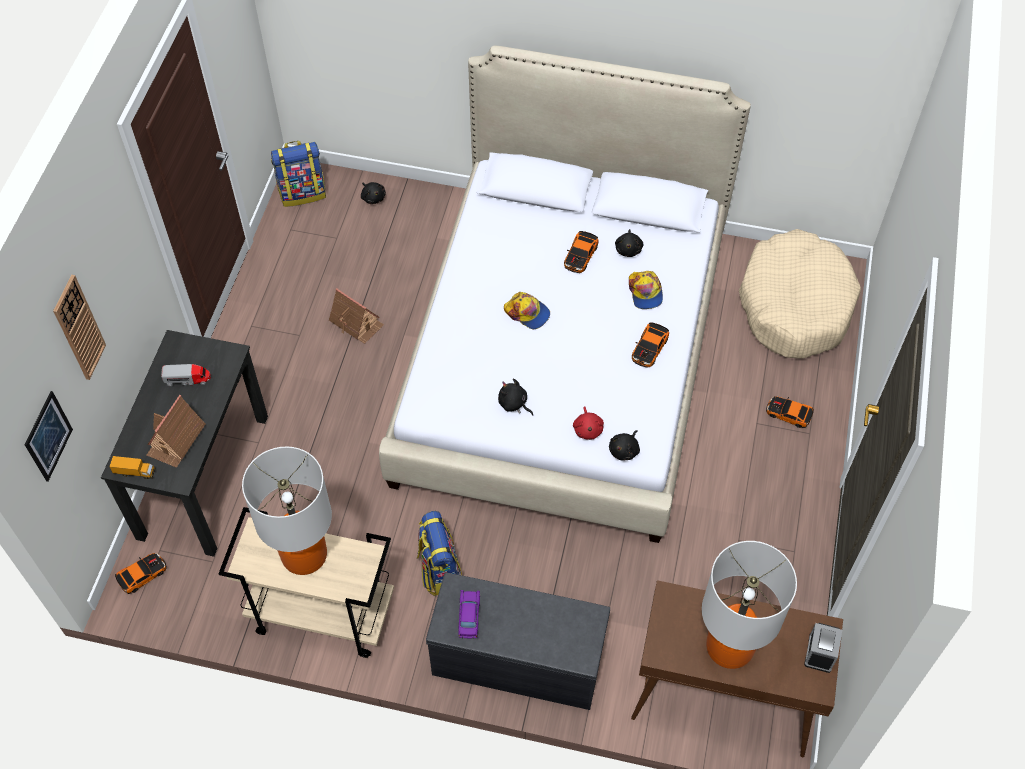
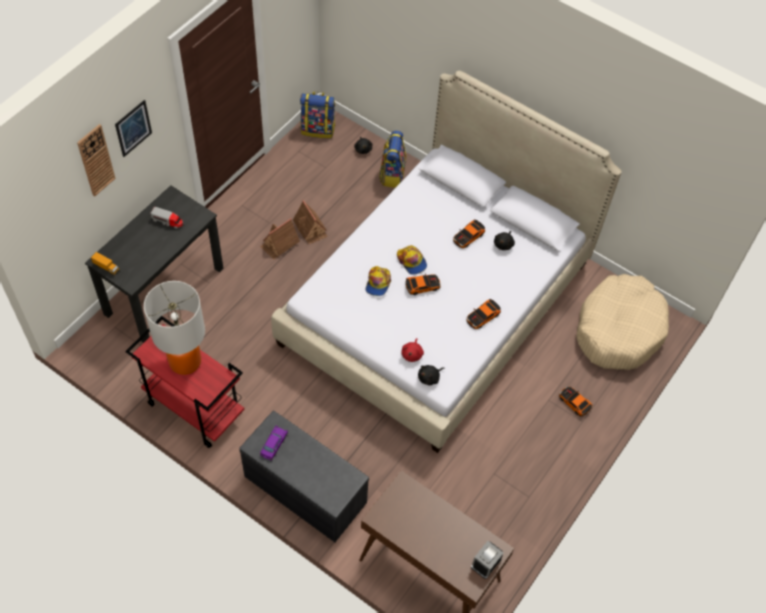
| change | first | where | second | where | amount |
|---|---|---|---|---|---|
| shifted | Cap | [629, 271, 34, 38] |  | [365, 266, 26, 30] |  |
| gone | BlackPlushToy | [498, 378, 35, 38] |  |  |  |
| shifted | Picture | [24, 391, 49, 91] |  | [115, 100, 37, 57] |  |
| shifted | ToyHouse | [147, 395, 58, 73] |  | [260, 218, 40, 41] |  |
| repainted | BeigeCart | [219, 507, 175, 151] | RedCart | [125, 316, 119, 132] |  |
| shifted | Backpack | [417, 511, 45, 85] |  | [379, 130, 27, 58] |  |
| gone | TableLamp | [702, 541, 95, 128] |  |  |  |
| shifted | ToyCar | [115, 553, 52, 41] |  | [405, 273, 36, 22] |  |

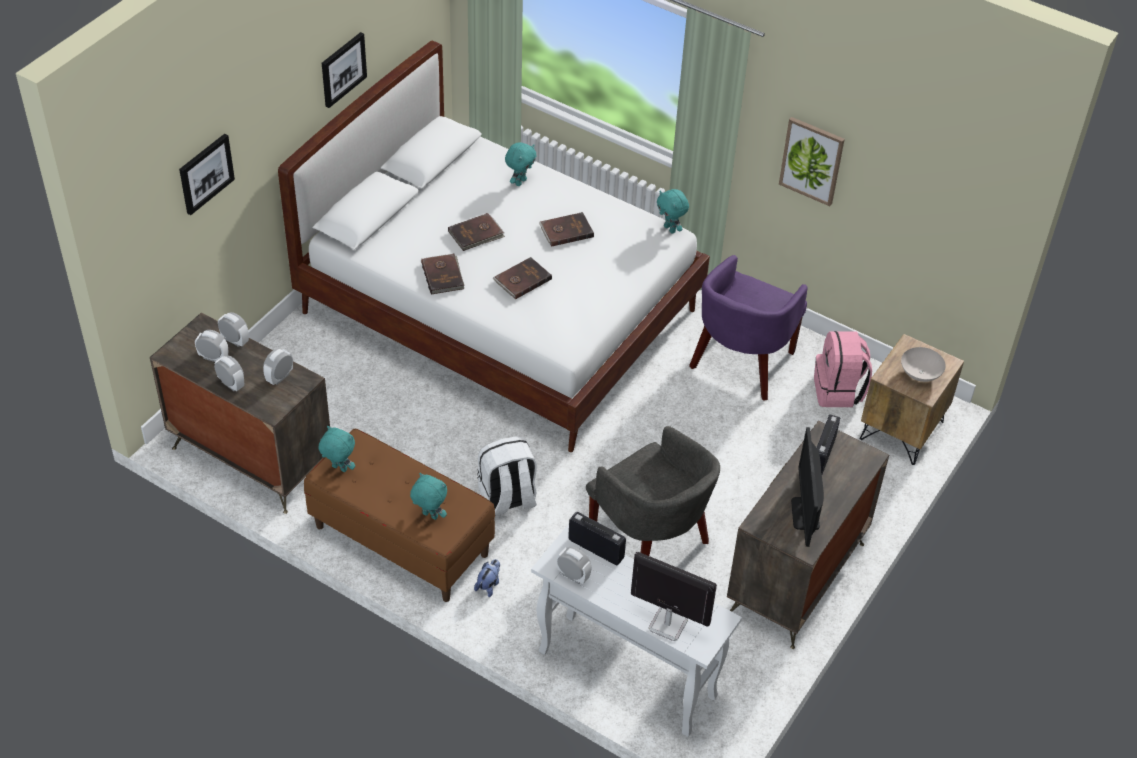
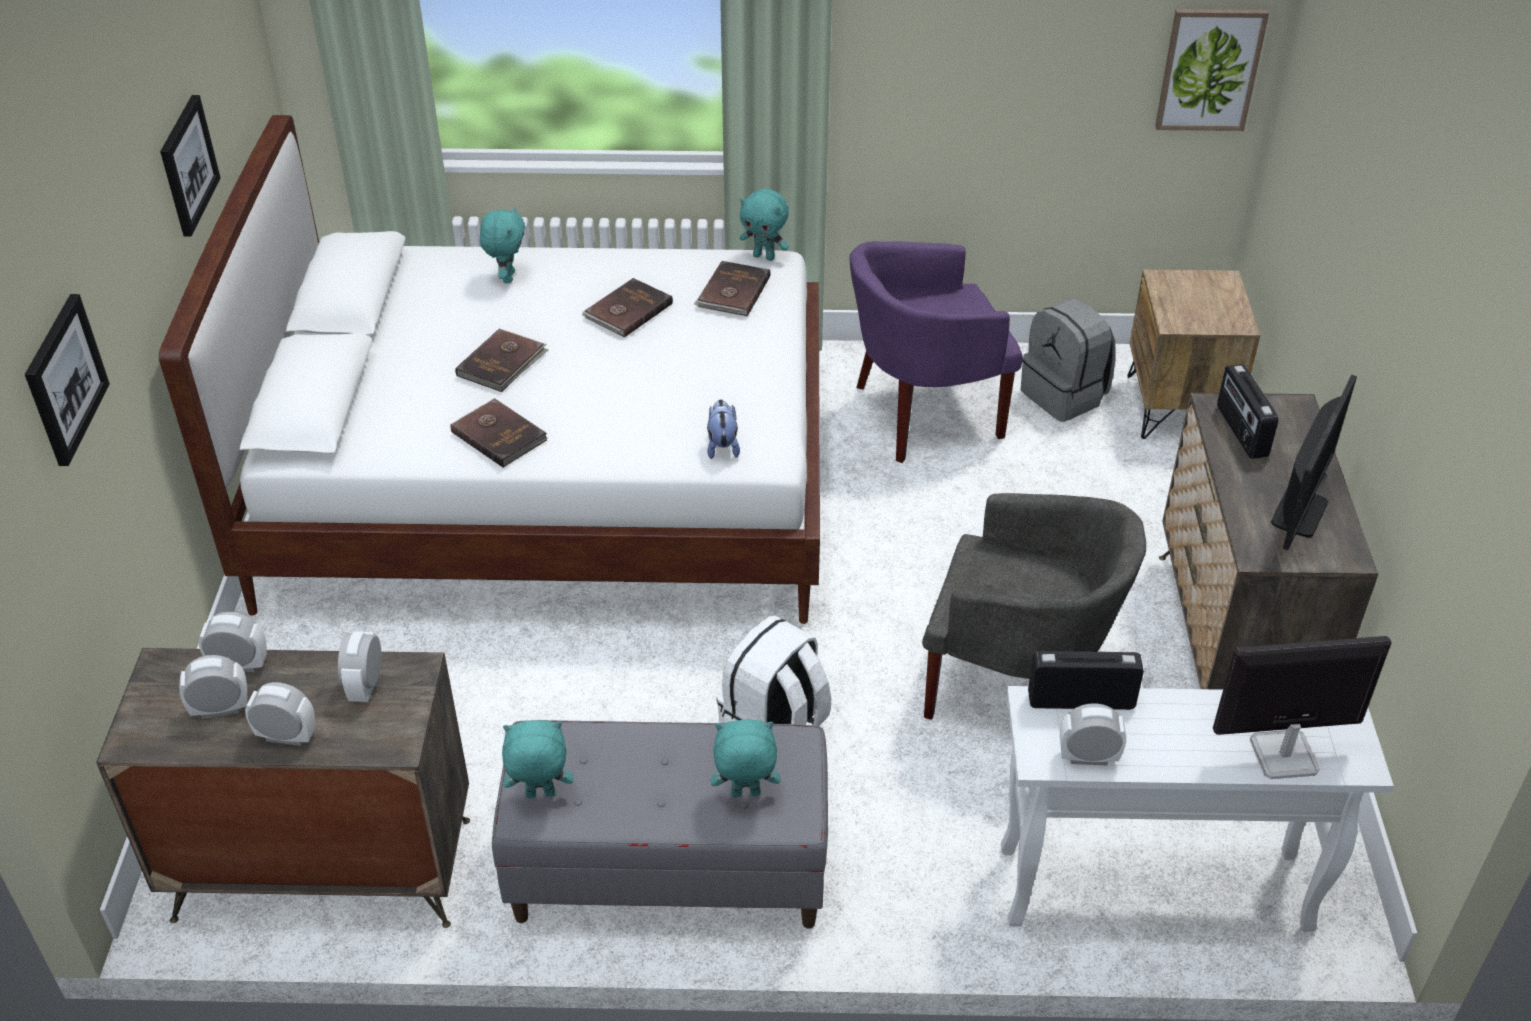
| change | first | where | second | where | amount |
|---|---|---|---|---|---|
| shifted | Picture | [779, 117, 66, 89] |  | [1155, 9, 114, 122] |  |
| rotated | PurpleArmchair | [689, 255, 119, 146] |  | [849, 241, 174, 222] | 75 degrees clockwise |
| shifted | BrownBook | [493, 257, 59, 42] |  | [694, 261, 77, 55] |  |
| repainted | PinkBackpack | [814, 331, 58, 76] | GreyBackpack | [1021, 298, 94, 124] |  |
| gone | WhiteBowl | [901, 347, 45, 35] |  |  |  |
| rotated | Monitor | [791, 427, 33, 120] |  | [1271, 375, 86, 175] | 120 degrees counterclockwise |
| repainted | BrownBench | [304, 429, 191, 173] | GreyBench | [492, 720, 336, 209] |  |
| shifted | PlushToy | [474, 559, 26, 38] |  | [707, 399, 33, 60] |  |

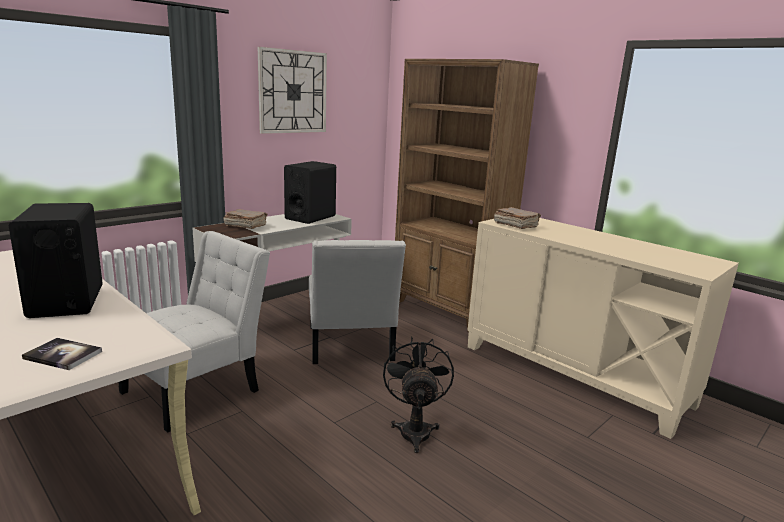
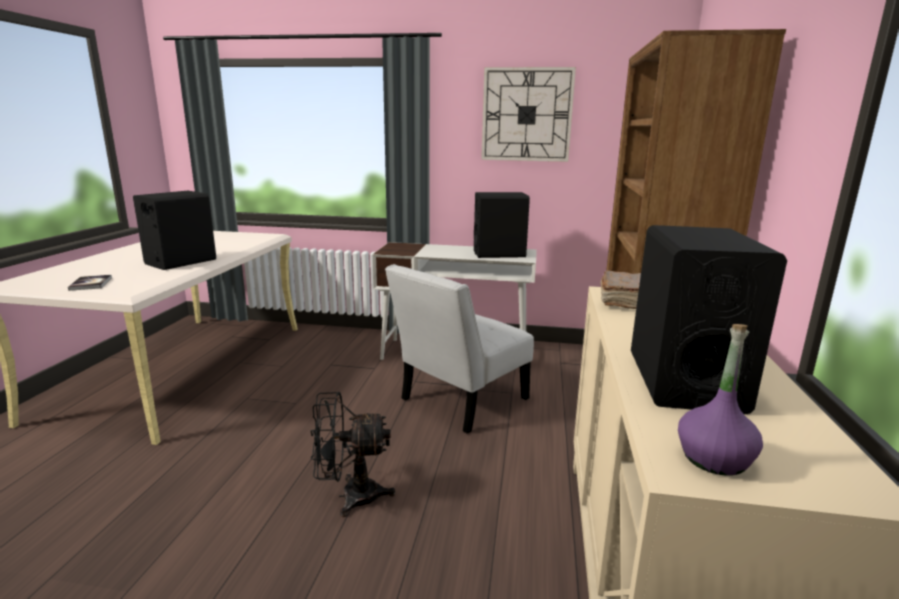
| change | first | where | second | where | amount |
|---|---|---|---|---|---|
| gone | BrownBook | [224, 209, 43, 20] |  |  |  |
| gone | WhiteChair | [119, 231, 151, 202] |  |  |  |
| rotated | BlackFan | [383, 336, 71, 117] |  | [311, 392, 84, 125] | 150 degrees counterclockwise |
| new |  |  | BlackSpeaker | [631, 225, 156, 189] |  |
| new |  |  | PurpleBottle | [678, 324, 85, 152] |  |

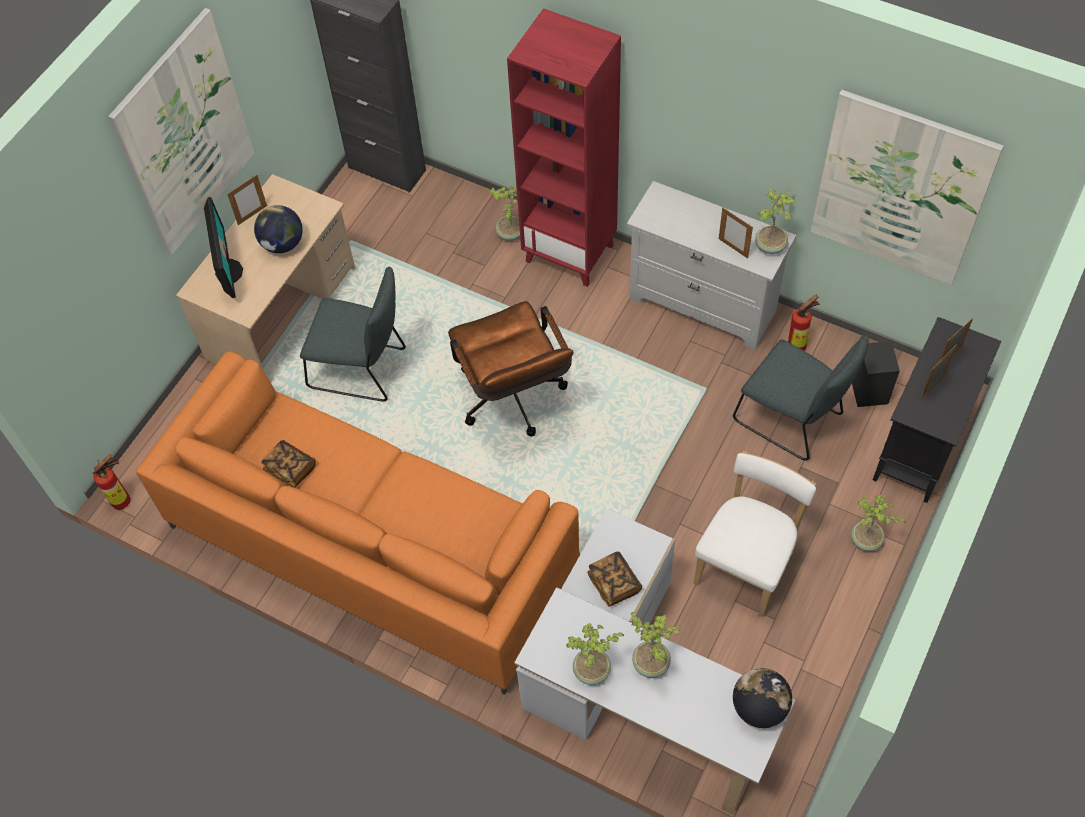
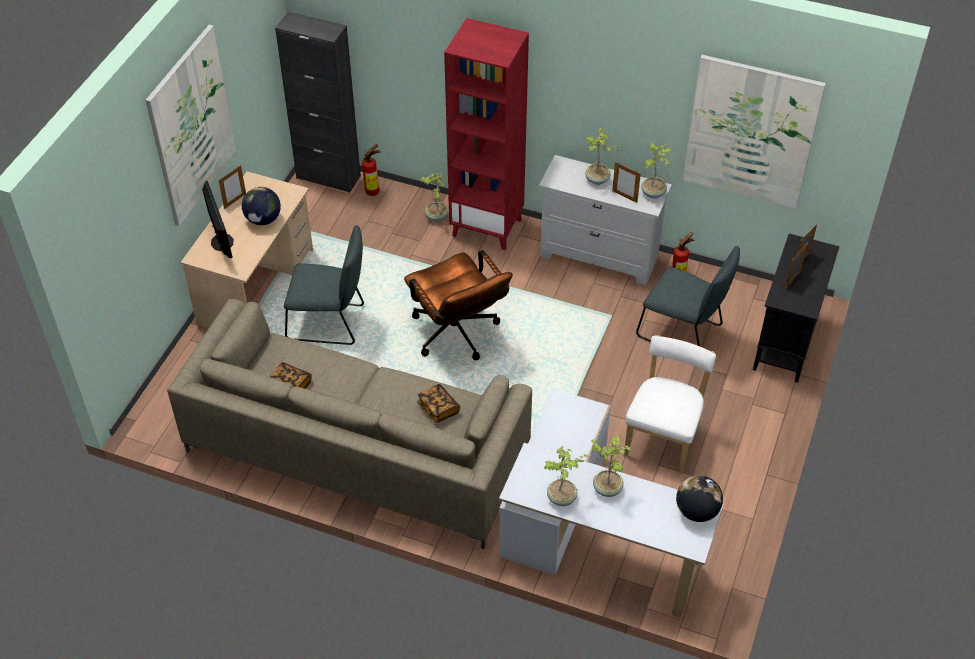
| change | first | where | second | where | amount |
|---|---|---|---|---|---|
| gone | BlackSpeaker | [852, 341, 48, 66] |  |  |  |
| repainted | OrangeSofa | [136, 351, 444, 344] | BeigeSofa | [167, 299, 365, 250] |  |
| shifted | FireExtinguisher | [93, 454, 37, 56] |  | [362, 144, 18, 52] |  |
| shifted | PottedPlant | [851, 495, 55, 57] |  | [585, 128, 38, 57] |  |
| shifted | Book | [587, 551, 55, 56] |  | [417, 384, 43, 39] |  |

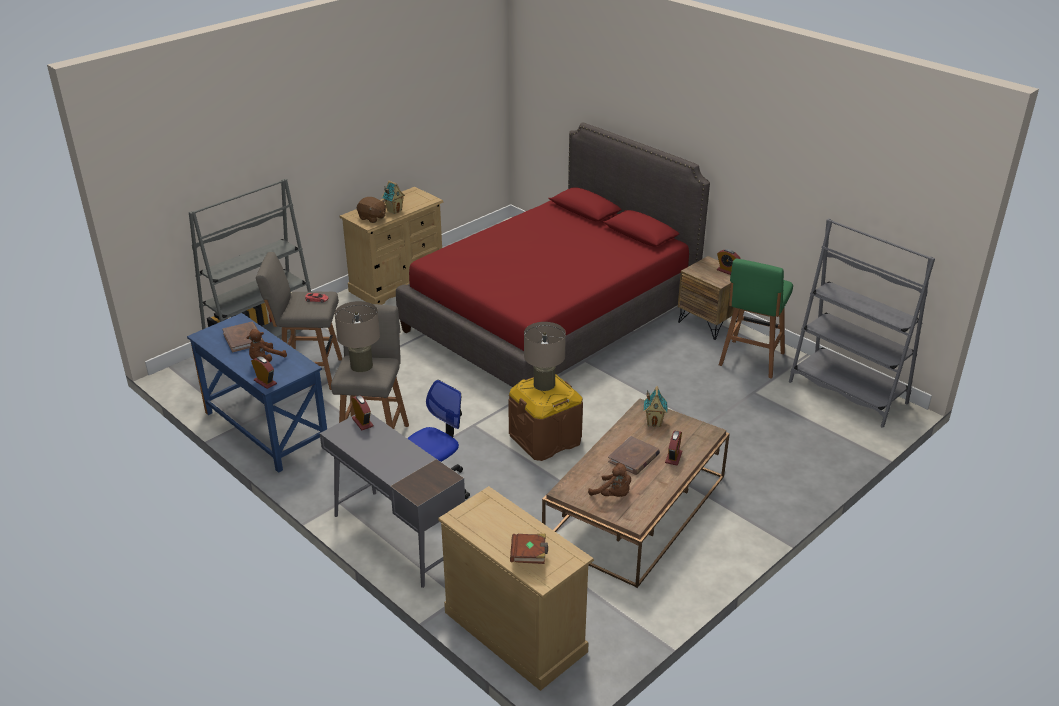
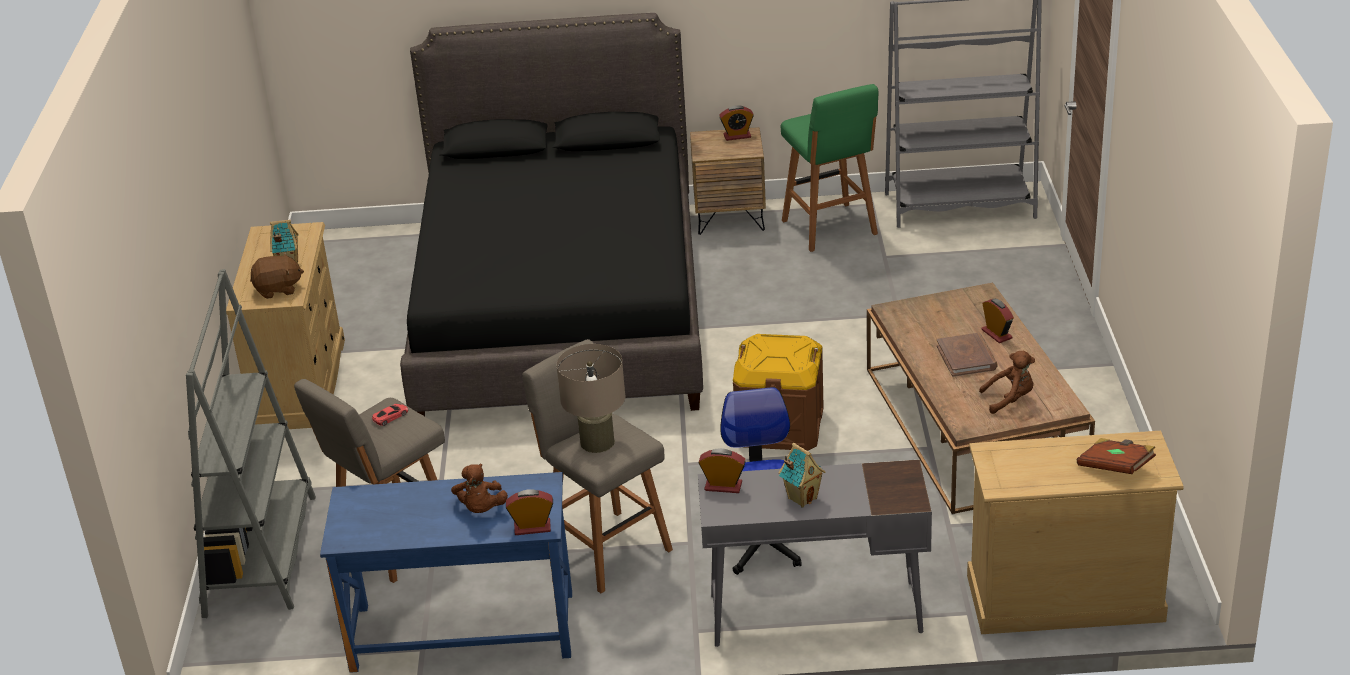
| change | first | where | second | where | amount |
|---|---|---|---|---|---|
| repainted | RedBed | [396, 122, 314, 265] | BlackBed | [400, 13, 303, 403] |  |
| gone | BrownBook | [222, 322, 42, 30] |  |  |  |
| gone | BeigeTableLamp | [524, 322, 42, 69] |  |  |  |
| shifted | ToyHouse | [644, 386, 24, 41] |  | [778, 443, 47, 64] |  |

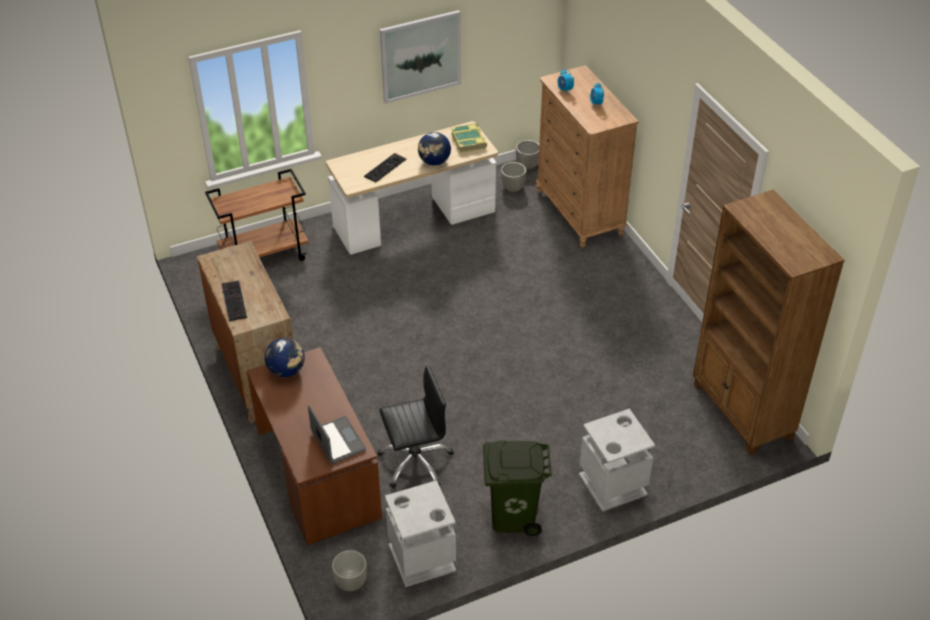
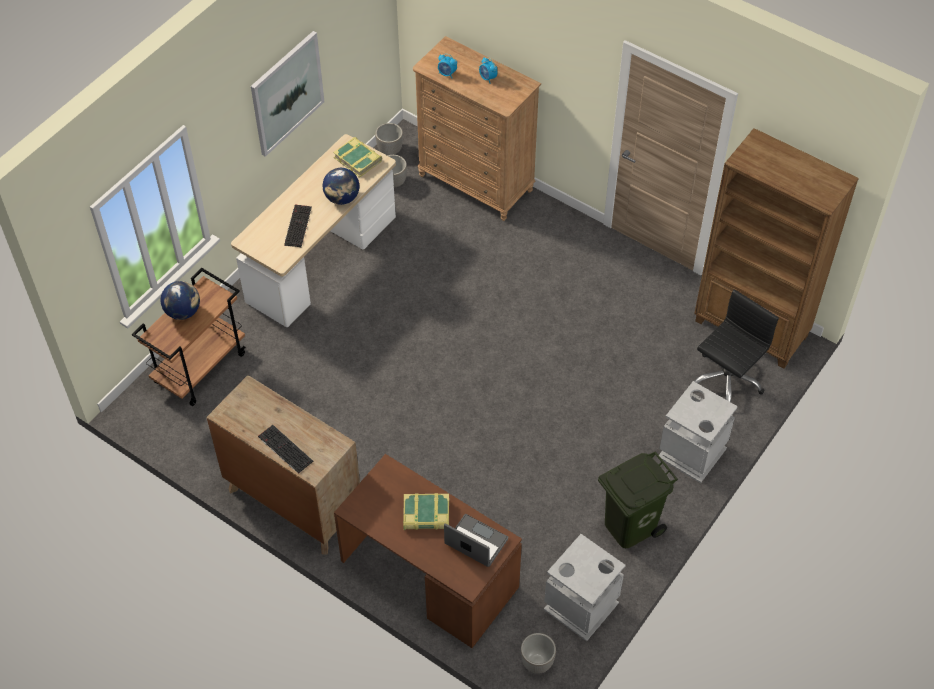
| change | first | where | second | where | amount |
|---|---|---|---|---|---|
| shifted | Globe | [265, 338, 39, 39] |  | [160, 281, 40, 39] |  |
| shifted | BlackOfficeChair | [378, 365, 76, 123] |  | [689, 289, 90, 113] |  |
| new |  |  | Book | [403, 493, 46, 37] |  |

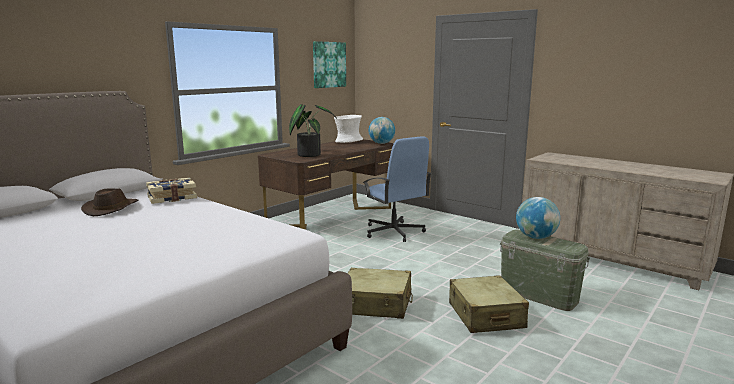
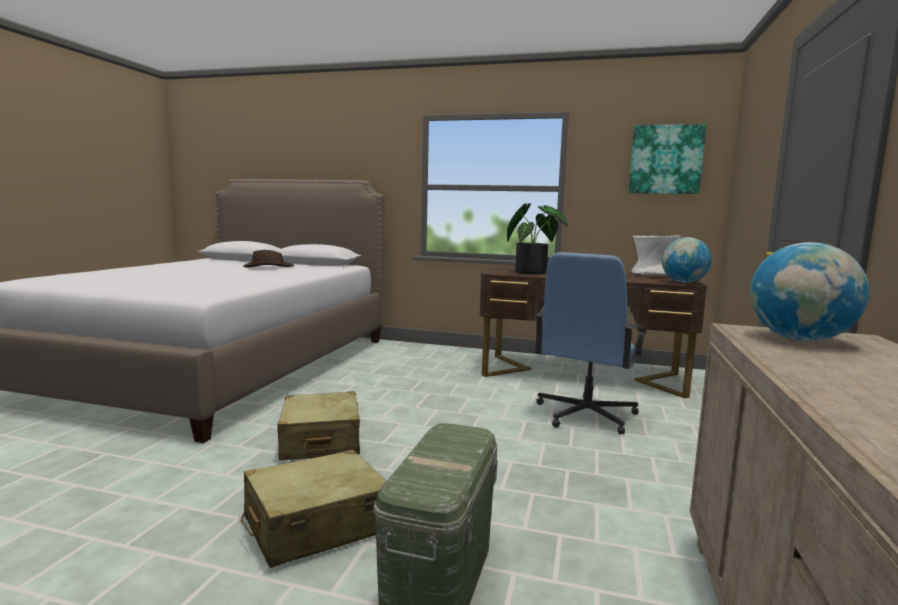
| change | first | where | second | where | amount |
|---|---|---|---|---|---|
| gone | Book | [146, 178, 51, 26] |  |  |  |
| shifted | Globe | [516, 197, 44, 42] |  | [750, 242, 119, 99] |  |

